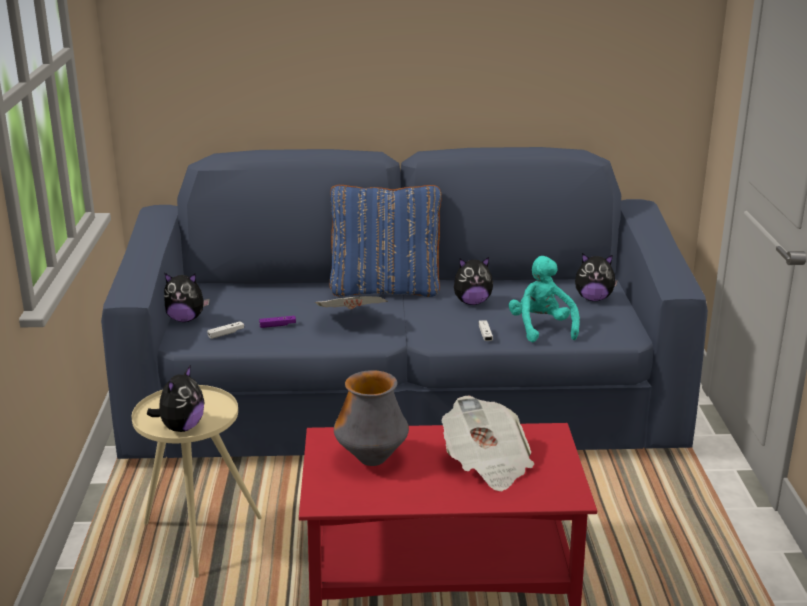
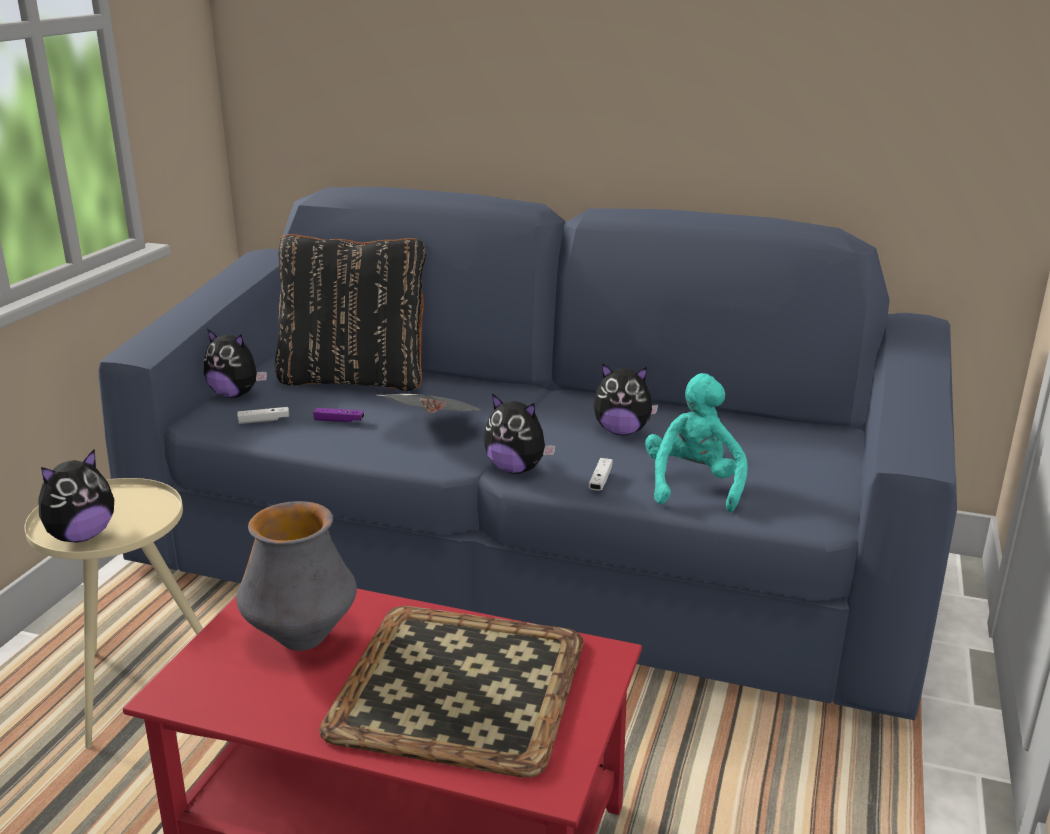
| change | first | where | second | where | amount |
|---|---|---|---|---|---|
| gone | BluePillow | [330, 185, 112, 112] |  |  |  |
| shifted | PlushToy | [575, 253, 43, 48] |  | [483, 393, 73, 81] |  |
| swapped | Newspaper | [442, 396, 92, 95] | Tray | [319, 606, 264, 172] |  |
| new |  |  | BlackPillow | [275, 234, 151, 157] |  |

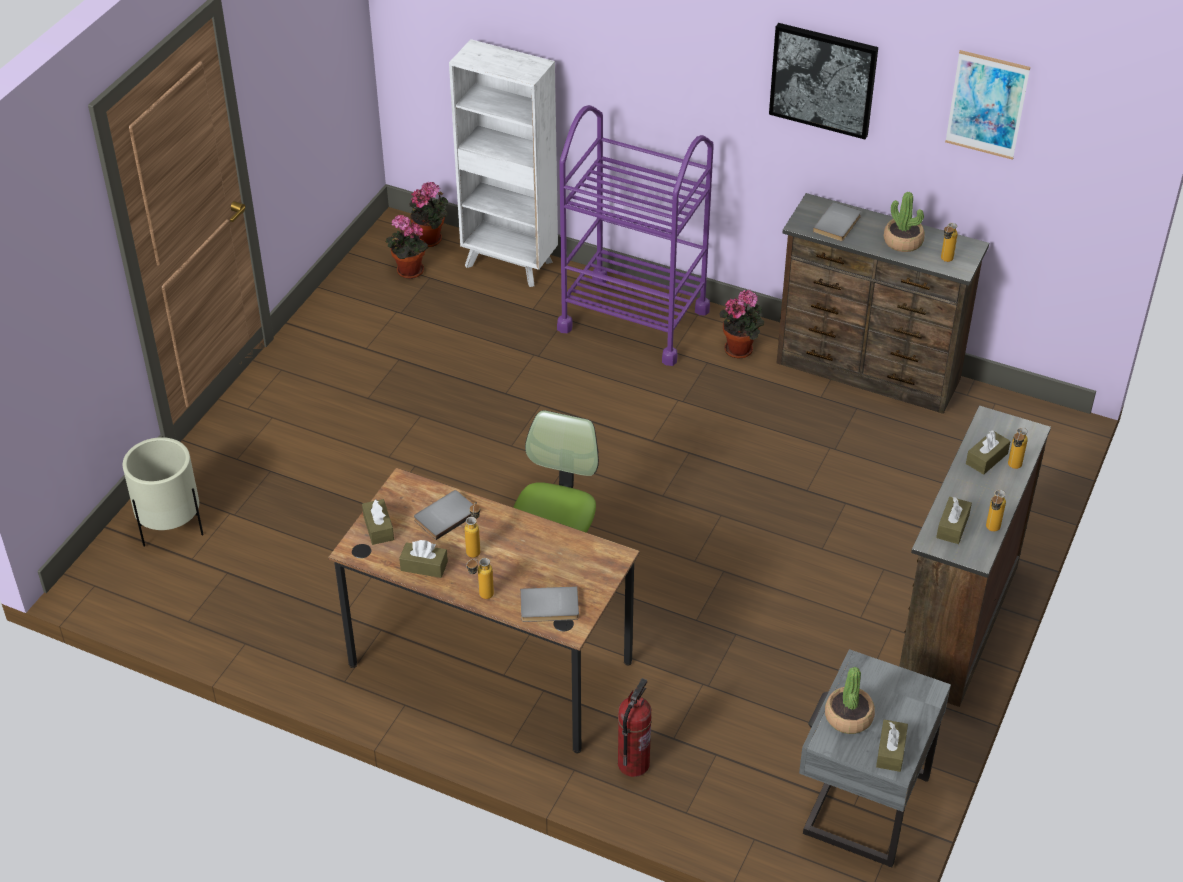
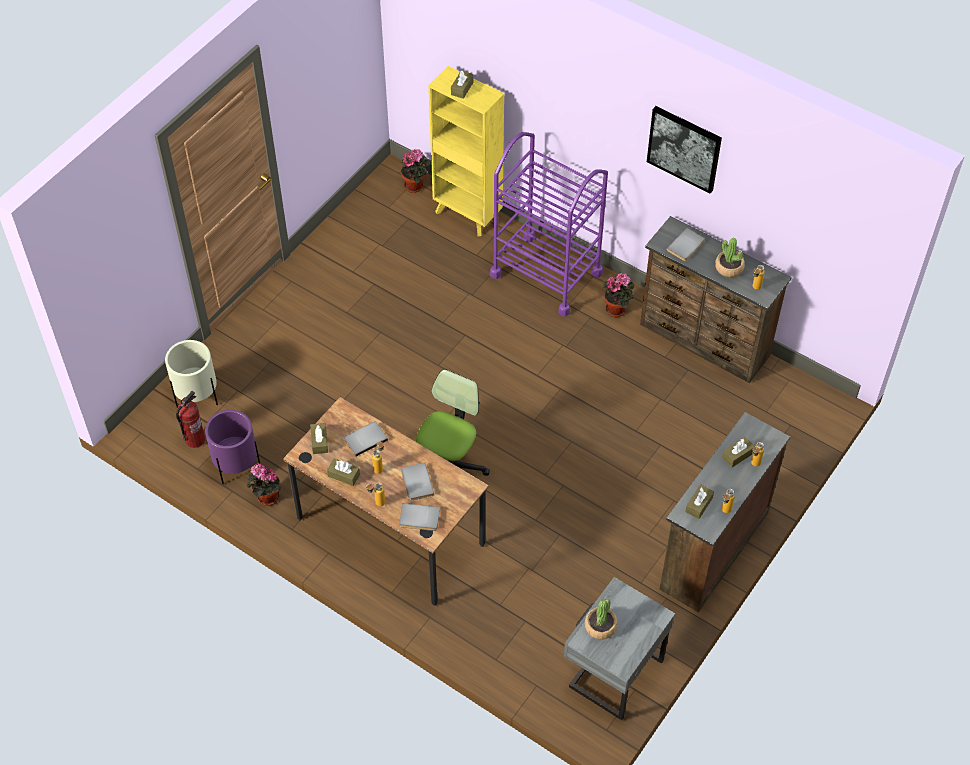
| change | first | where | second | where | amount |
|---|---|---|---|---|---|
| repainted | WhiteBookcase | [449, 39, 109, 248] | YellowBookcase | [428, 66, 76, 170] |  |
| gone | Picture | [945, 50, 85, 110] |  |  |  |
| shifted | PottedPlant | [386, 215, 43, 64] |  | [247, 463, 34, 43] |  |
| shifted | FireExtinguisher | [618, 678, 34, 99] |  | [176, 391, 29, 57] |  |
| shifted | BrownTissueBox | [876, 720, 32, 52] |  | [451, 71, 23, 28] |  |
| new |  |  | PurplePlanter | [205, 410, 55, 74] |  |
| new |  |  | GreyBook | [401, 463, 33, 38] |  |

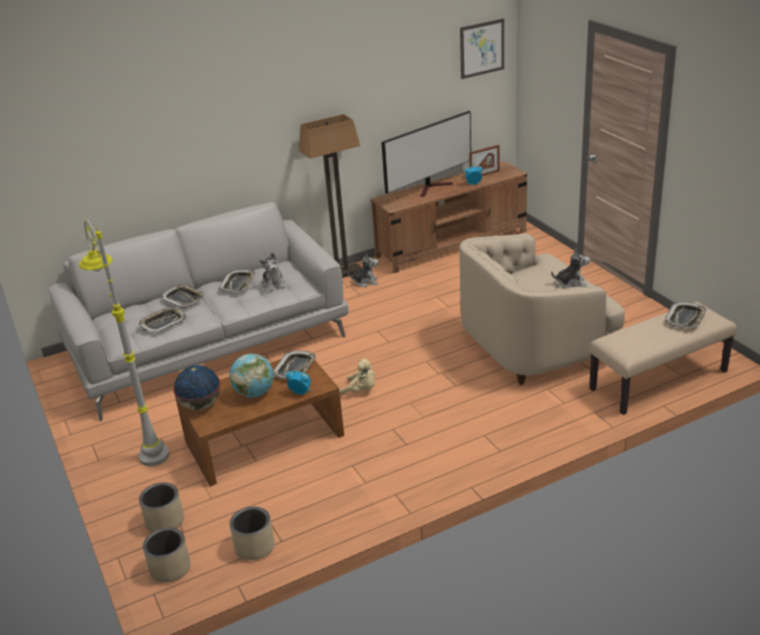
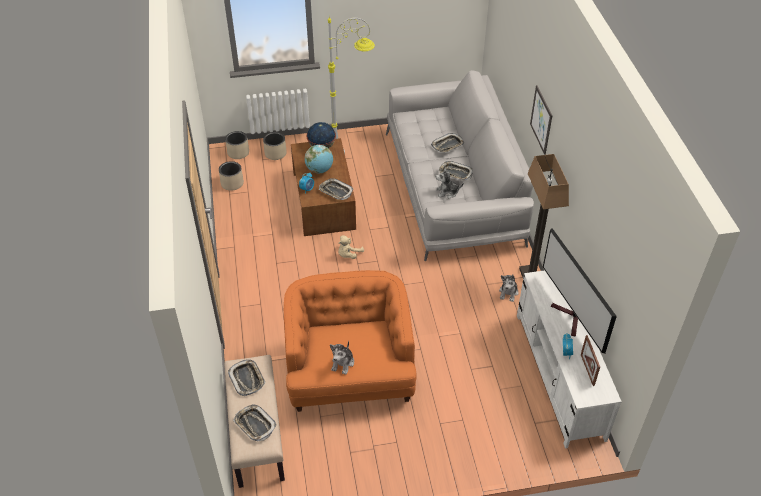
| change | first | where | second | where | amount |
|---|---|---|---|---|---|
| shifted | Picture | [460, 18, 44, 61] |  | [530, 85, 23, 70] |  |
| repainted | BrownTvStand | [371, 161, 156, 112] | WhiteTvStand | [517, 270, 105, 178] |  |
| repainted | BeigeArmchair | [460, 233, 165, 152] | OrangeArmchair | [284, 270, 133, 142] |  |
| shifted | Tray | [139, 307, 48, 26] |  | [228, 359, 38, 37] |  |

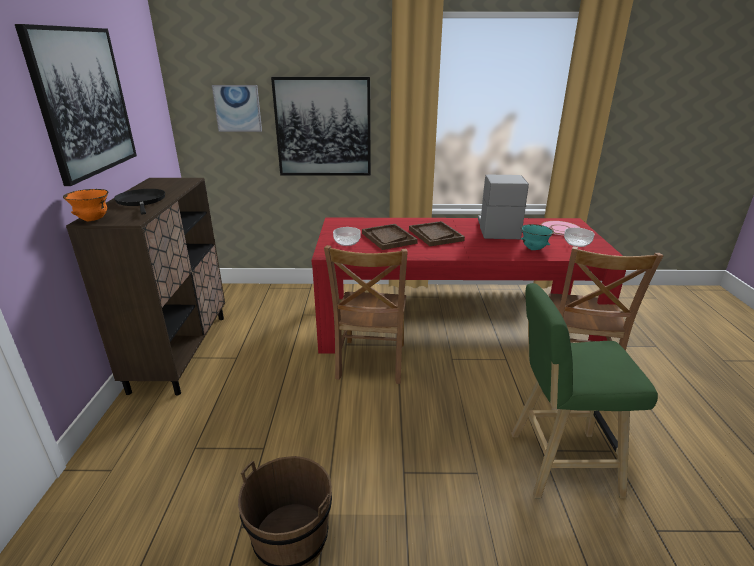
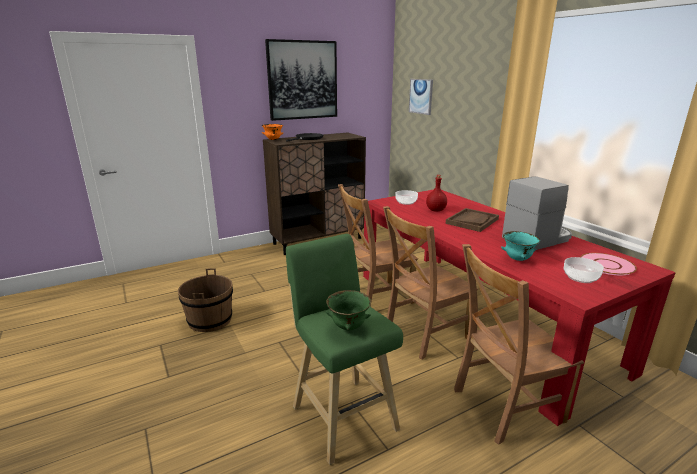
| change | first | where | second | where | amount |
|---|---|---|---|---|---|
| gone | Picture | [271, 77, 100, 99] |  |  |  |
| swapped | BrownTray | [362, 224, 56, 26] | RedBottle | [426, 175, 21, 36] |  |
| new |  |  | BrownChair | [383, 206, 95, 153] |  |
| new |  |  | GreenBowl | [326, 290, 45, 40] |  |

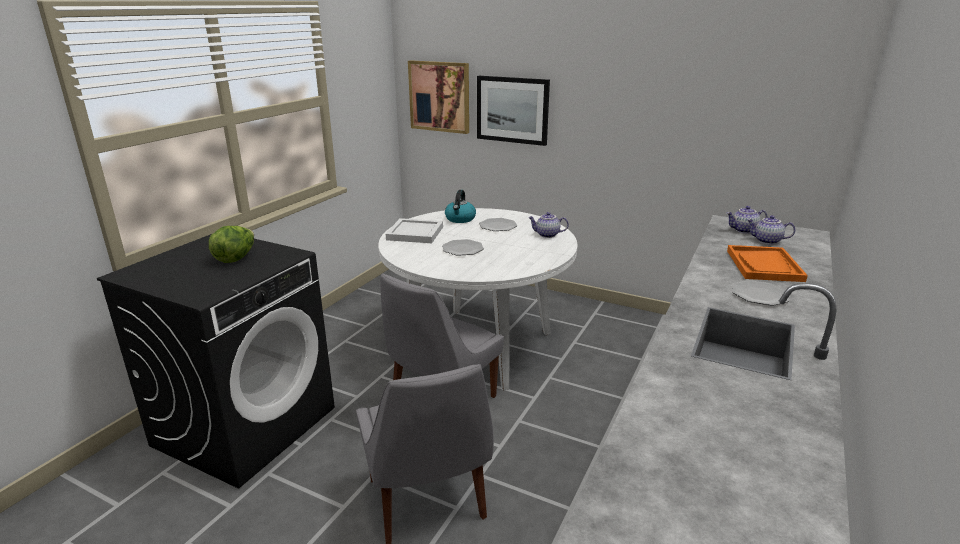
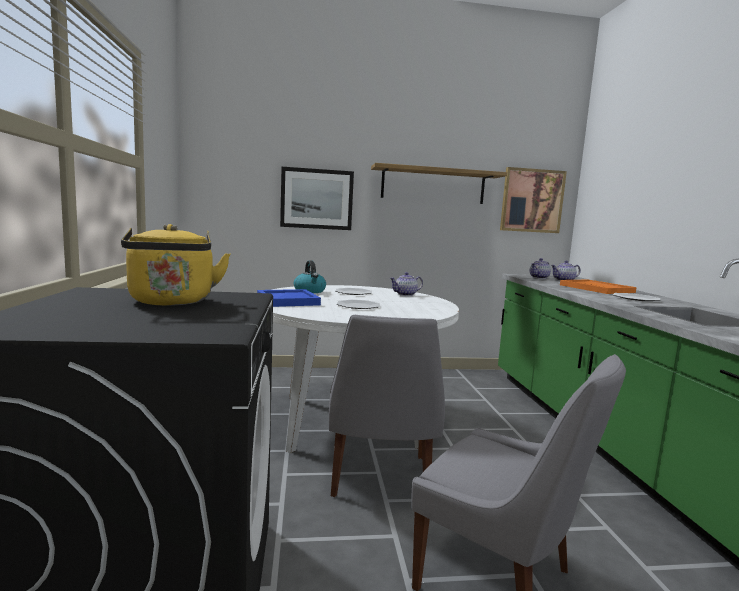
| change | first | where | second | where | amount |
|---|---|---|---|---|---|
| shifted | Picture | [408, 60, 61, 74] |  | [500, 167, 67, 66] |  |
| repainted | WhiteTray | [386, 218, 57, 25] | BlueTray | [257, 289, 64, 18] |  |
| swapped | Lettuce | [209, 226, 45, 37] | YellowKettle | [121, 224, 110, 82] |  |
| new |  |  | Shelf | [371, 163, 136, 41] |  |

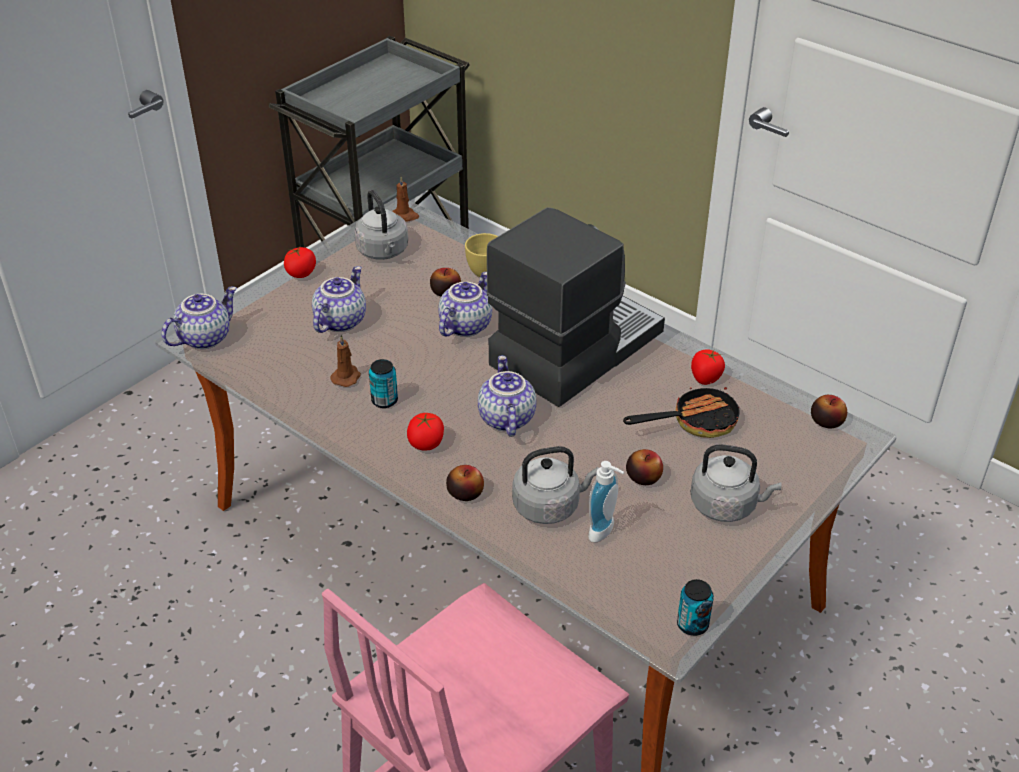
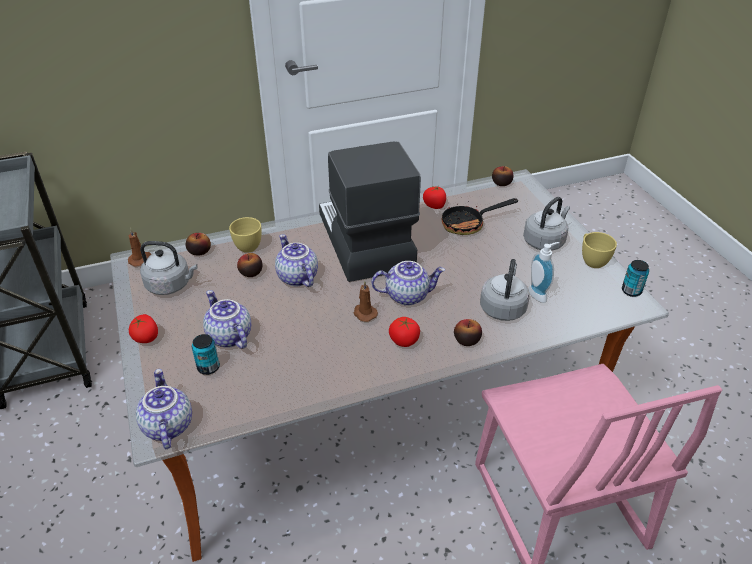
| change | first | where | second | where | amount |
|---|---|---|---|---|---|
| shifted | BrownCandle | [330, 335, 31, 52] |  | [354, 281, 24, 41] |  |
| rotated | Teapot | [478, 355, 58, 82] |  | [371, 261, 74, 45] | 150 degrees clockwise |
| shifted | Can | [369, 359, 29, 49] |  | [192, 334, 28, 41] |  |
| rotated | FryingPan | [623, 382, 117, 56] |  | [441, 198, 77, 37] | 120 degrees counterclockwise |
| shifted | Apple | [626, 449, 37, 36] |  | [186, 233, 25, 22] |  |
| new |  |  | YellowCup | [582, 232, 35, 36] |  |

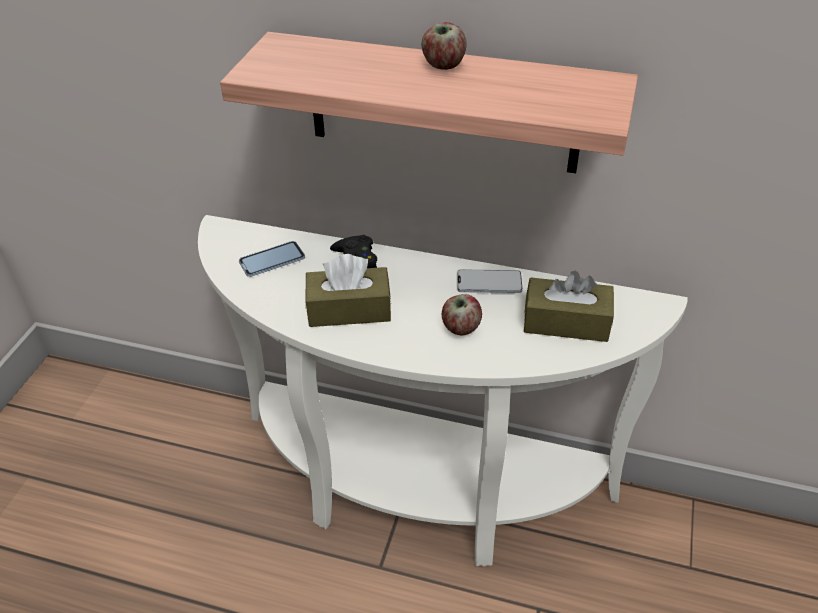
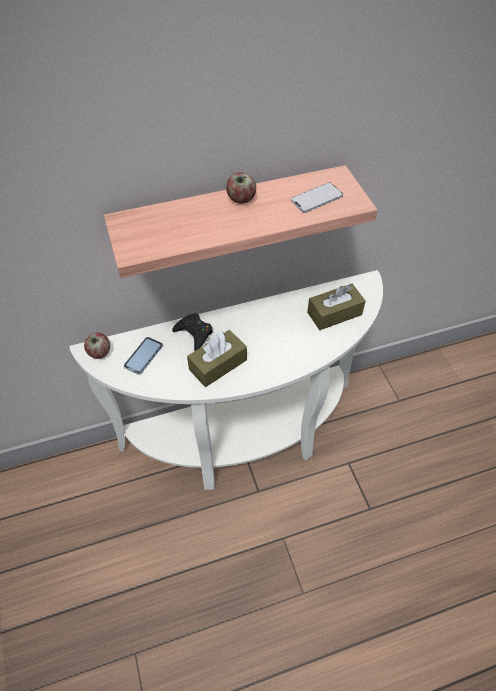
| change | first | where | second | where | amount |
|---|---|---|---|---|---|
| shifted | Phone | [457, 269, 66, 24] |  | [291, 182, 52, 31] |  |
| shifted | Apple | [442, 294, 40, 41] |  | [84, 333, 26, 26] |  |

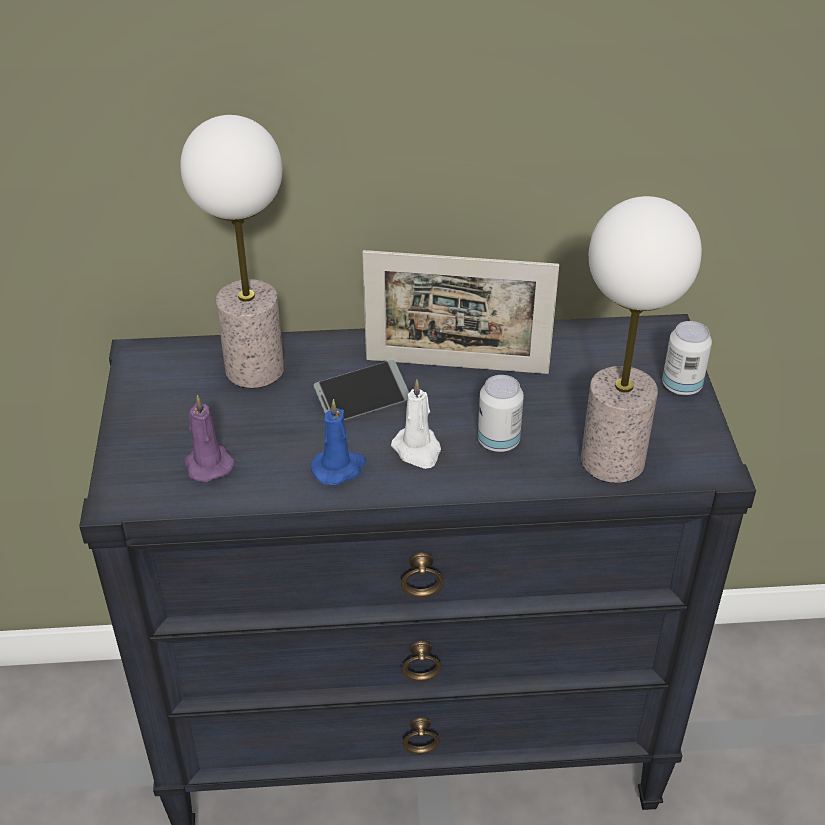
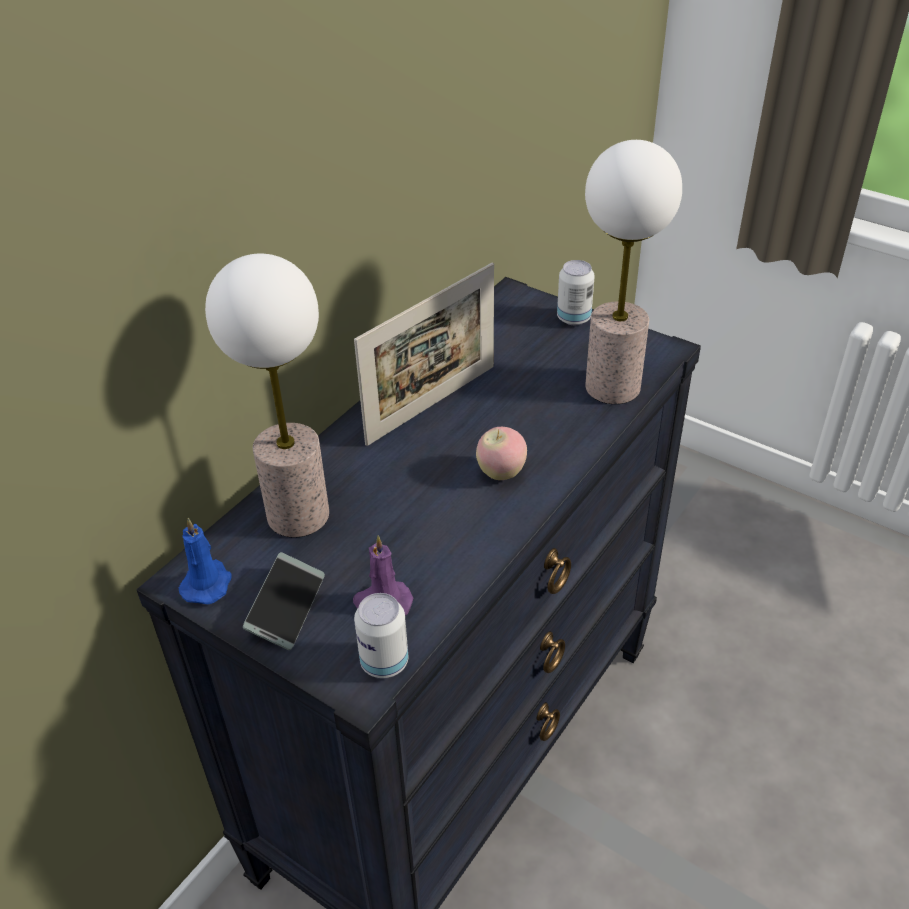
| change | first | where | second | where | amount |
|---|---|---|---|---|---|
| shifted | Phone | [313, 360, 96, 60] |  | [243, 552, 82, 98] |  |
| shifted | Can | [478, 375, 46, 77] |  | [354, 593, 54, 85] |  |
| swapped | WhiteCandle | [391, 380, 50, 89] | Apple | [476, 427, 51, 53] |  |
| shifted | BlueCandle | [311, 399, 55, 86] |  | [179, 518, 53, 86] |  |

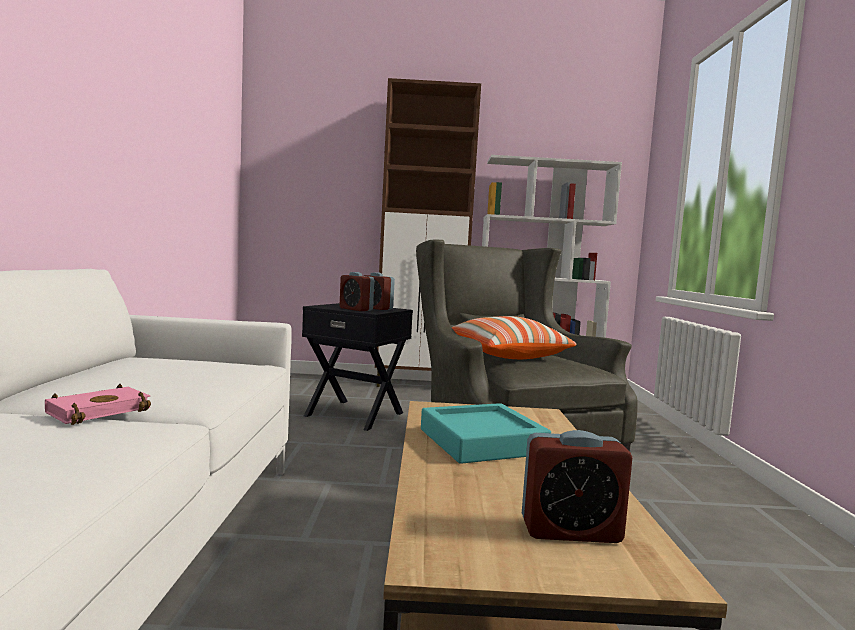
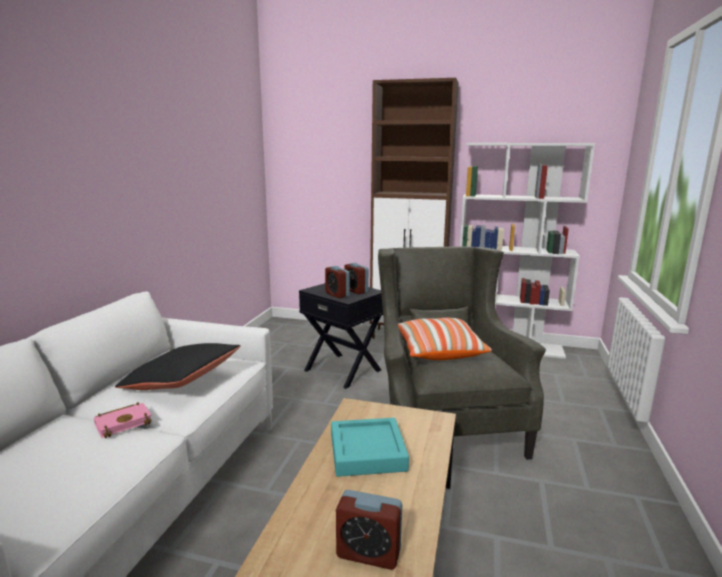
| change | first | where | second | where | amount |
|---|---|---|---|---|---|
| new |  |  | BlackPillow | [115, 343, 126, 47] |  |

